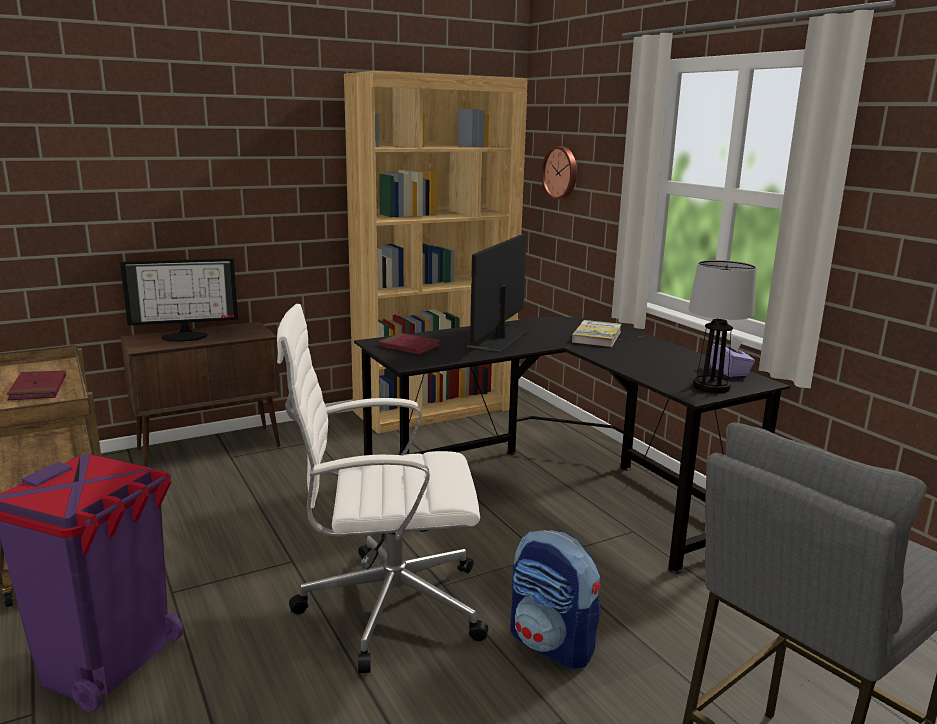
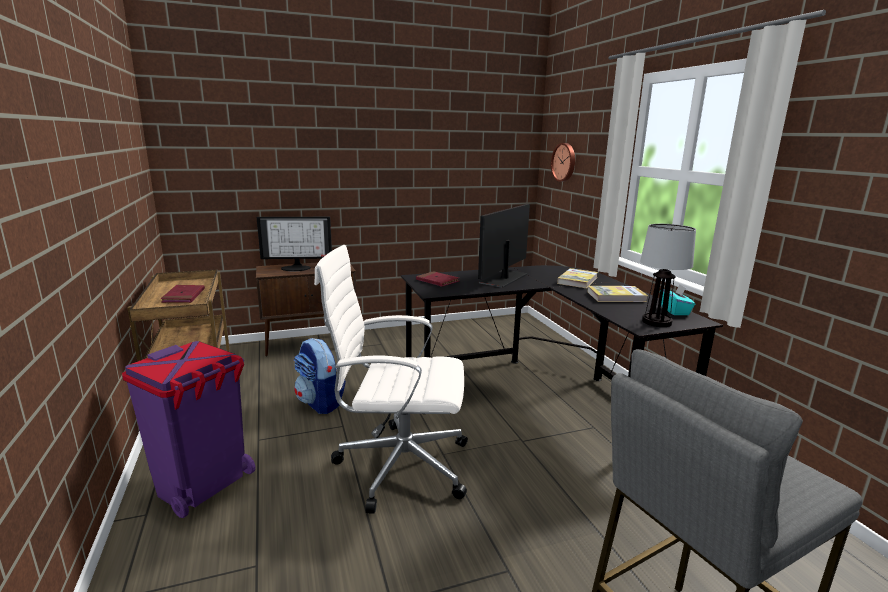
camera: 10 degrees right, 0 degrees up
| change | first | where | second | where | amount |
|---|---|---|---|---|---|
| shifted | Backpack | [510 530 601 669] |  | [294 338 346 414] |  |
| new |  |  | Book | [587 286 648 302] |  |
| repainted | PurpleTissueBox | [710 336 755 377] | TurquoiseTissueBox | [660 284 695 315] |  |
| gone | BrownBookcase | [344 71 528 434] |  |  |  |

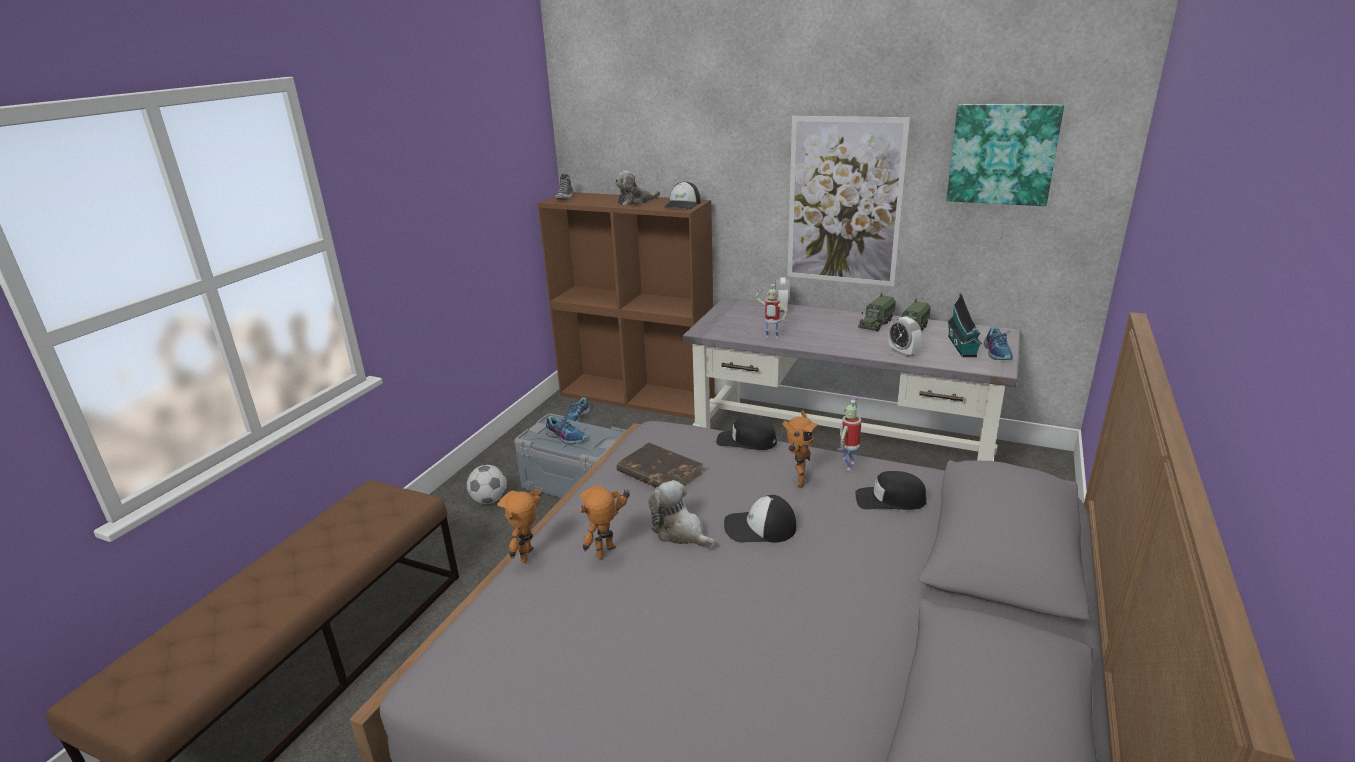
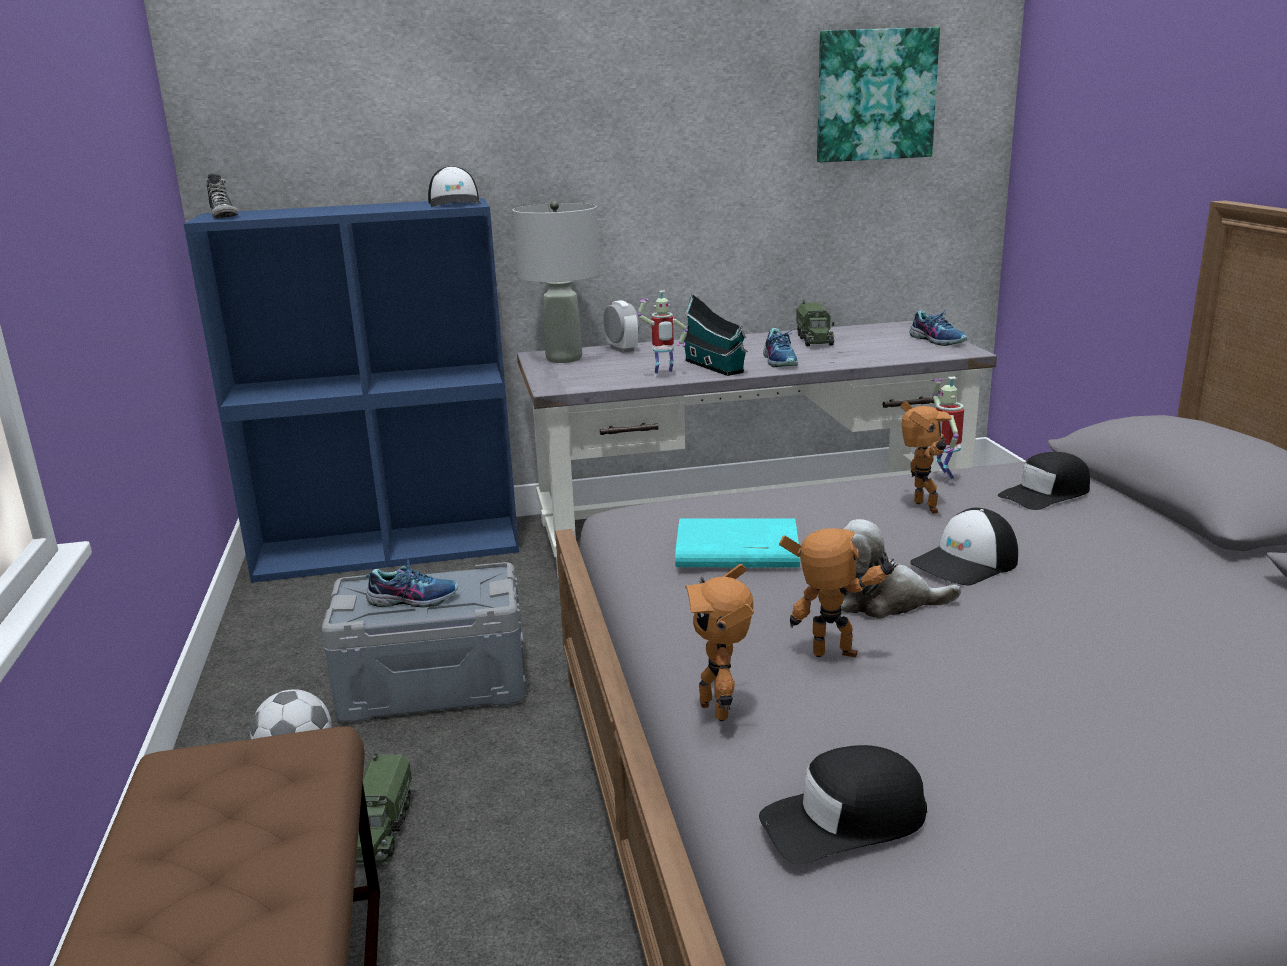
camera: 35 degrees left, 5 degrees down
| change | first | where | second | where | amount |
|---|---|---|---|---|---|
| repainted | BrownBookcase | [538 192 715 419] | BlueBookcase | [184 198 519 583] |  |
| shifted | ToyTruck | [858 293 896 331] |  | [356 751 413 863] |  |
| new |  |  | GreyTableLamp | [512 201 600 363] |  |
| repainted | BrownBook | [616 443 703 488] | TurquoiseBook | [675 518 800 568] |  |
| shifted | ToyHouse | [947 292 982 357] |  | [684 293 748 376] |  |
| shifted | BlackCap | [716 416 777 450] |  | [759 745 927 865] |  |
| shifted | Shoe | [565 397 590 422] |  | [763 328 798 367] |  |
| rotated | ToyRobot | [580 485 630 559] |  | [779 528 898 658] | 90 degrees clockwise |
| gone | PlushToy | [615 171 660 206] |  |  |  |
| gone | Picture | [788 116 910 286] |  |  |  |
| gone | AlarmClock | [889 317 922 357] |  |  |  |

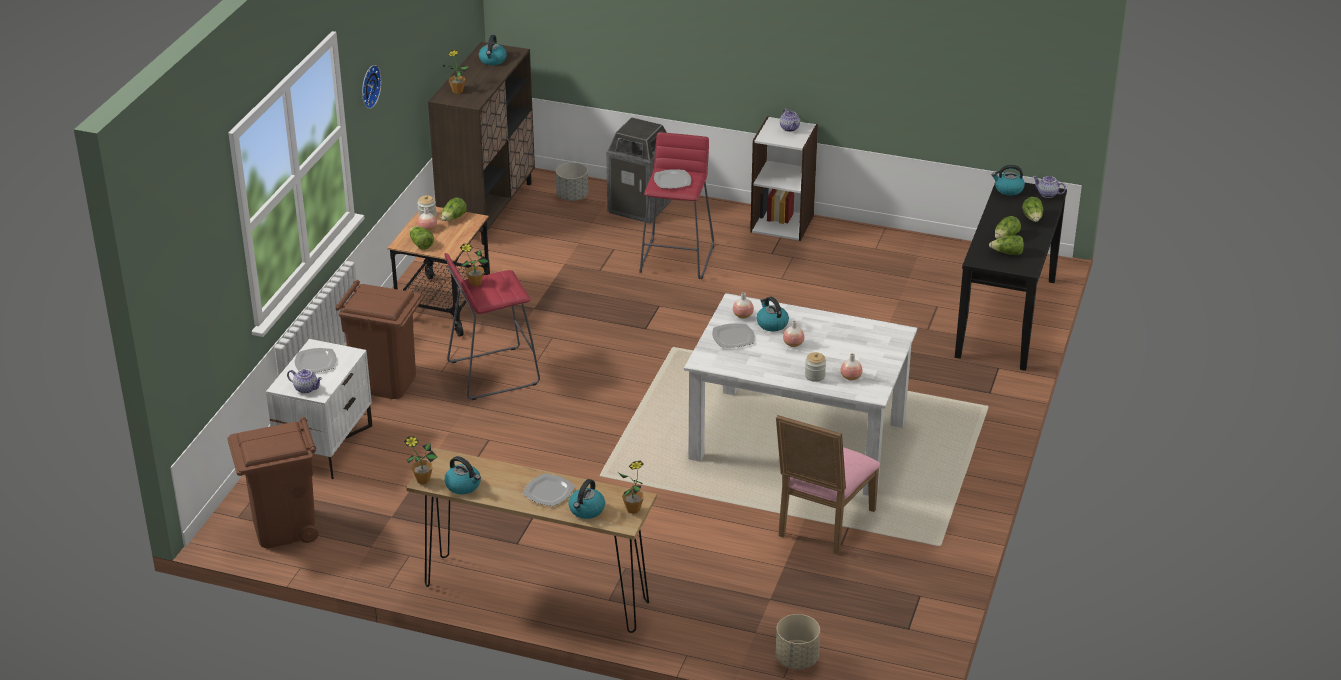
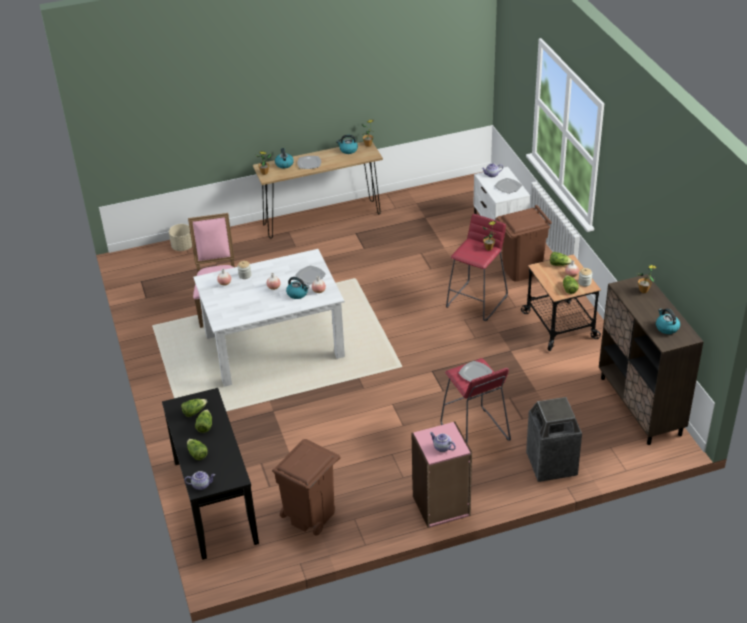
camera: 145 degrees right, 5 degrees up
| change | first | where | second | where | amount |
|---|---|---|---|---|---|
| shifted | BrownTrashCan | [227 417 318 548] |  | [272 439 340 536] |  |
| repainted | WhiteBookcase | [750 116 818 241] | PinkBookcase | [411 421 472 528] |  |
| gone | WallClock | [362 65 382 109] |  |  |  |
| gone | GreyPlanter | [556 162 588 201] |  |  |  |
| gone | Kettle | [992 165 1025 196] |  |  |  |

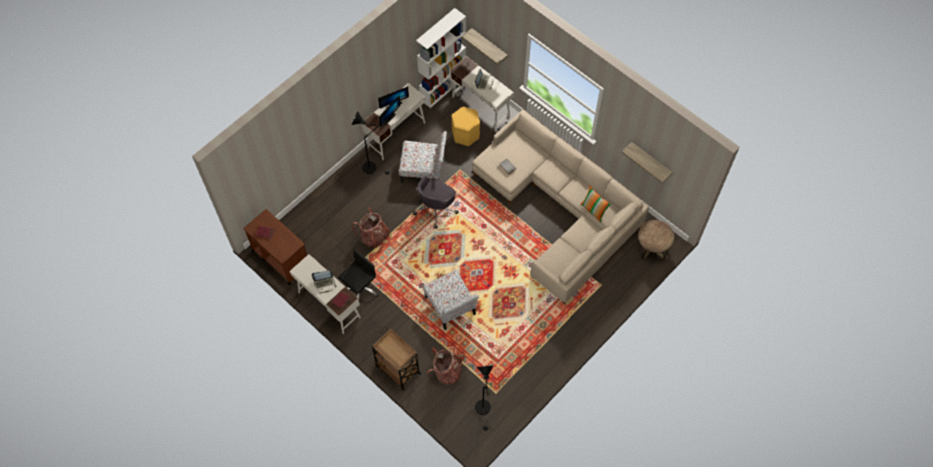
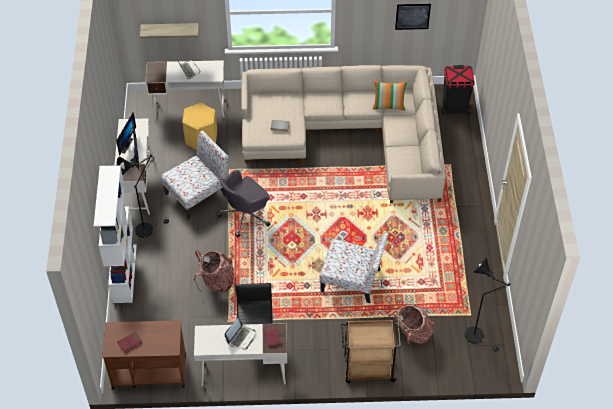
camera: 45 degrees left, 10 degrees down
| change | first | where | second | where | amount |
|---|---|---|---|---|---|
| shifted | WhiteBookcase | [416 8 466 108] |  | [94 165 137 303] |  |
| rotated | GreyOfficeChair | [413 176 459 229] |  | [216 170 270 237] | 60 degrees clockwise |
| swapped | Shelf | [622 142 673 184] | Picture | [395 4 431 30] |  |
| swapped | BrownSideTable | [638 220 674 260] | BlackTrashCan | [442 65 475 115] |  |

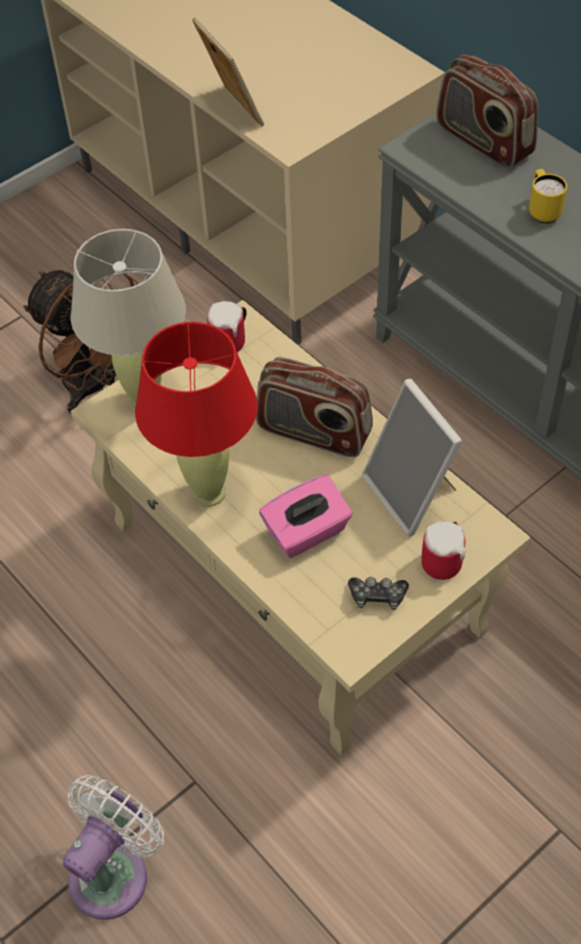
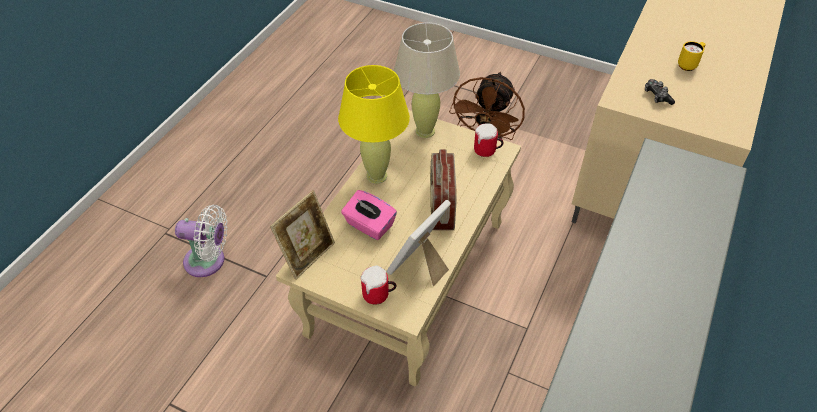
camera: 65 degrees right, 5 degrees down
| change | first | where | second | where | amount |
|---|---|---|---|---|---|
| shifted | PictureFrame | [192 18 264 126] |  | [270 190 335 279] |  |
| repainted | RedTableLamp | [135 322 258 507] | YellowTableLamp | [338 65 410 184] |  |
| shifted | GameController | [348 577 409 610] |  | [645 79 675 105] |  |
| shifted | YellowMug | [529 169 567 223] |  | [678 41 706 71] |  |
| gone | Radio | [436 55 538 168] |  |  |  |

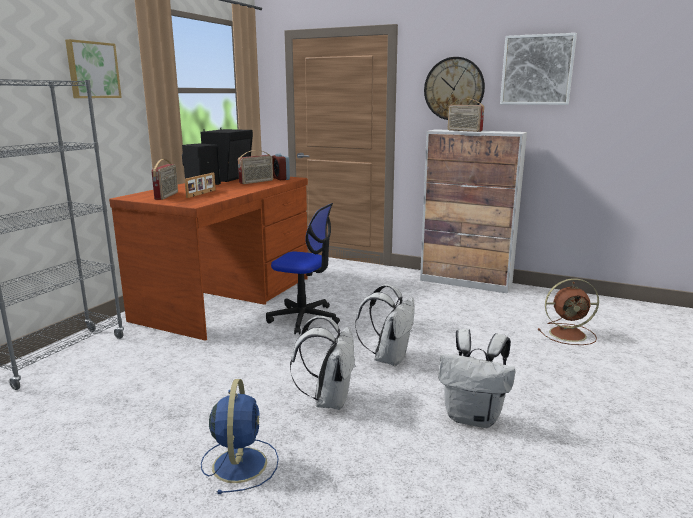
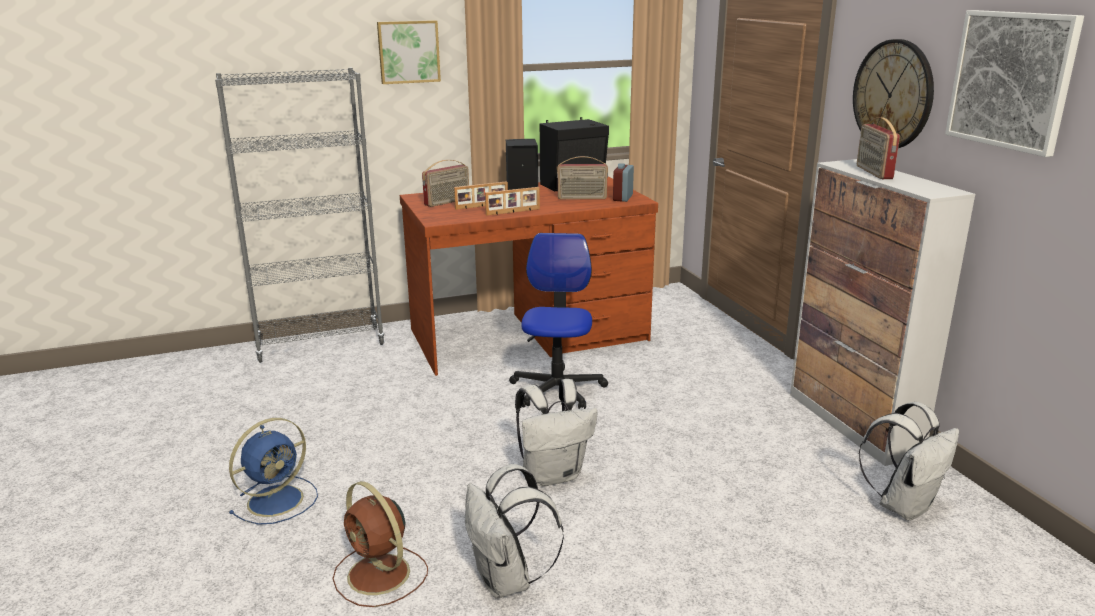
camera: 45 degrees right, 5 degrees up
| change | first | where | second | where | amount |
|---|---|---|---|---|---|
| shifted | BrownFan | [538 278 599 345] |  | [333 481 428 607] |  |
| new |  |  | PictureFrame | [485 187 540 216] |  |
| rotated | OfficeChair | [266 203 340 334] |  | [509 233 608 409] | 150 degrees counterclockwise |
| shifted | WhiteBackpack | [290 316 356 410] |  | [859 402 959 521] |  |

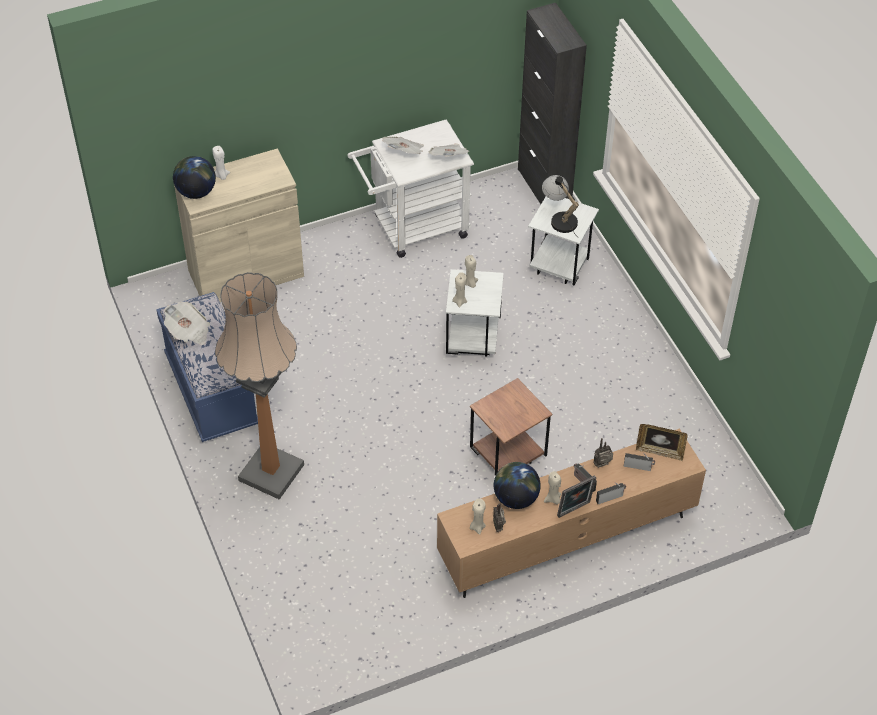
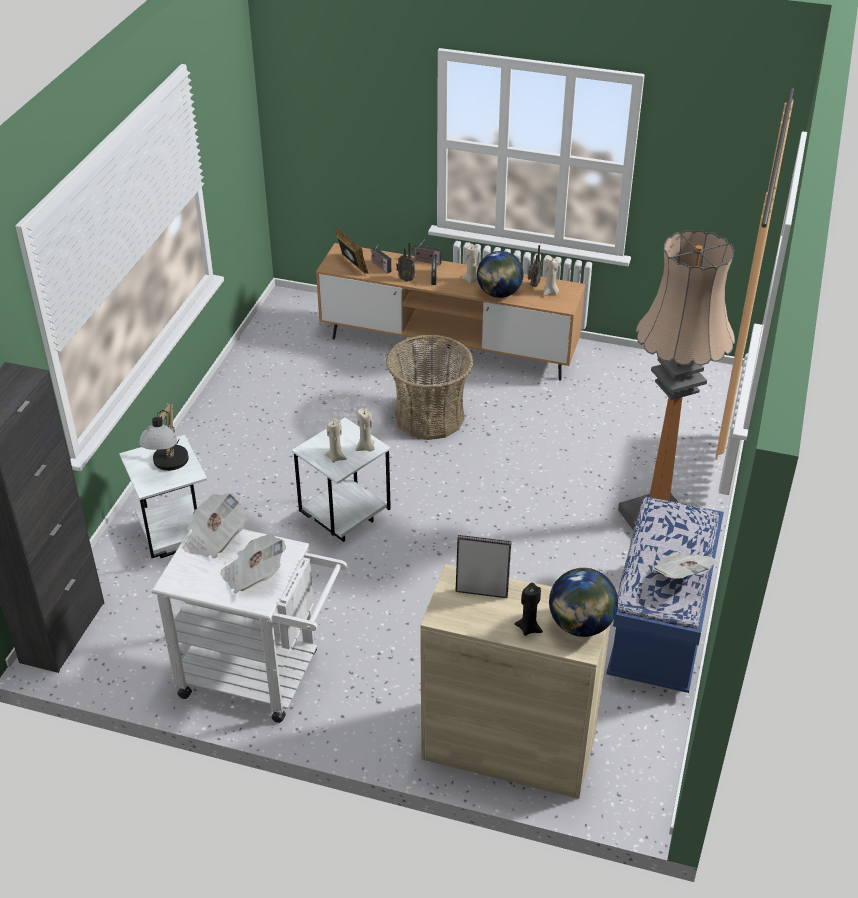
camera: 140 degrees left, 10 degrees down
| change | first | where | second | where | amount |
|---|---|---|---|---|---|
| swapped | BrownSideTable | [470 378 552 475] | Basket | [386 334 473 440] |  |
| shifted | PictureFrame | [557 475 596 518] |  | [455 535 512 598] |  |
| repainted | WhiteCandle | [212 146 230 180] | BlackCandle | [514 583 543 636] |  |

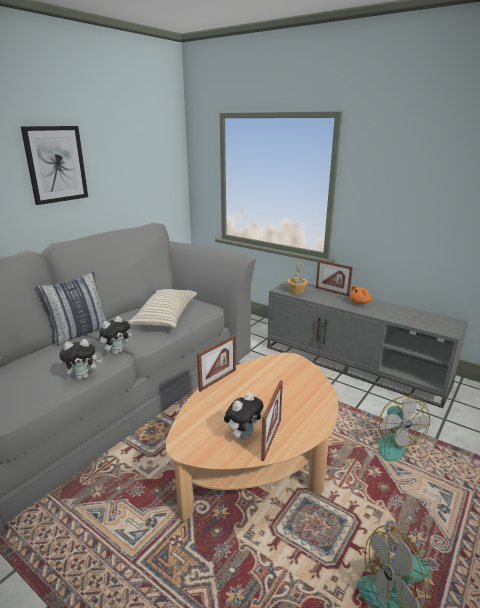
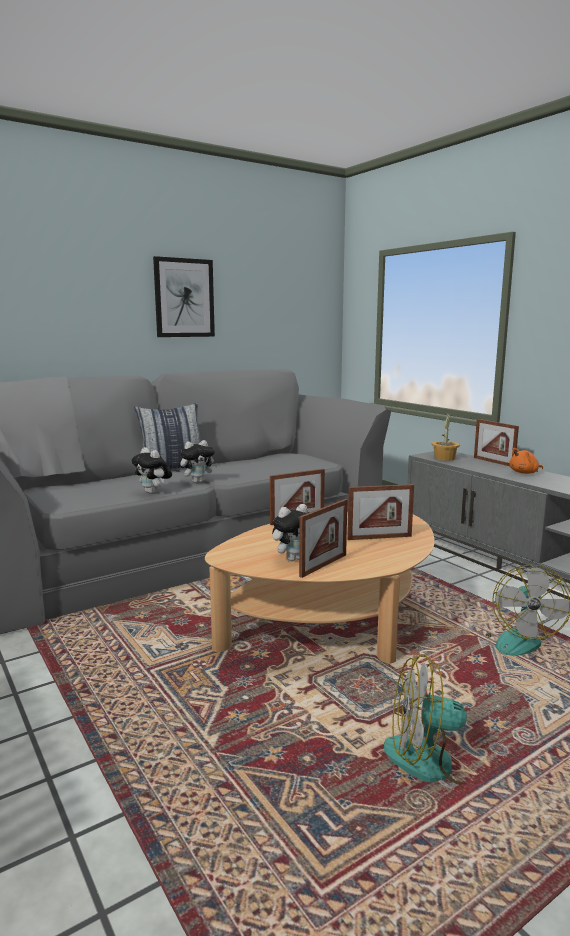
camera: 20 degrees right, 10 degrees down
| change | first | where | second | where | amount |
|---|---|---|---|---|---|
| rotated | PlushToy | [59 339 102 380] |  | [131 447 172 494] | 45 degrees clockwise |
| new |  |  | PictureFrame | [347 484 414 540] |  |
| gone | Pillow | [128 289 197 328] |  |  |  |

